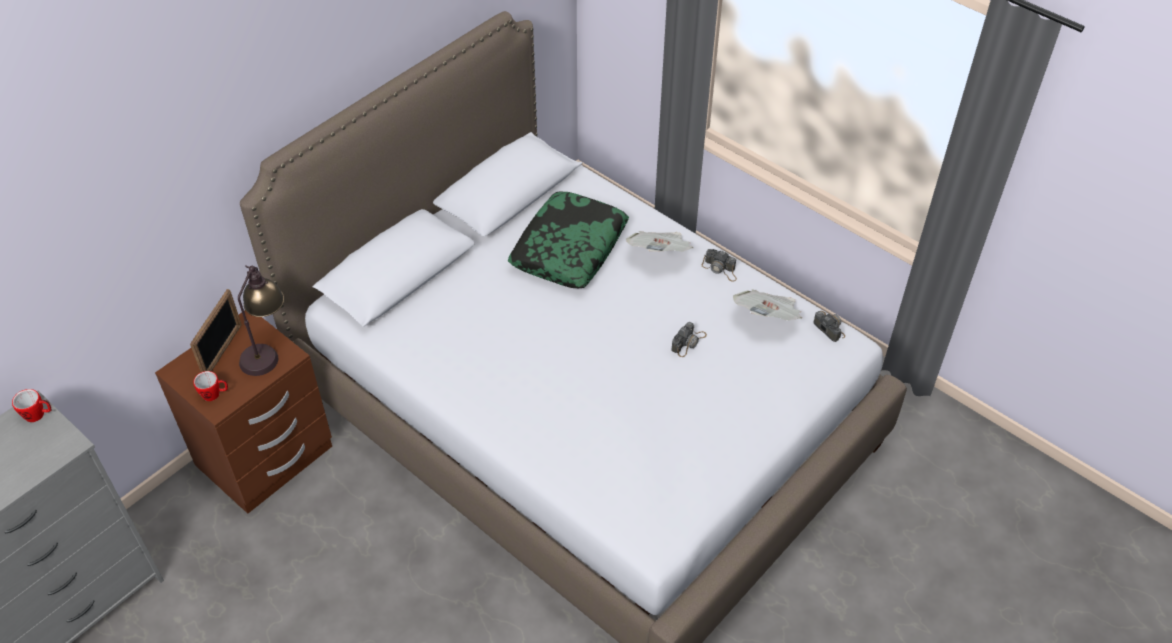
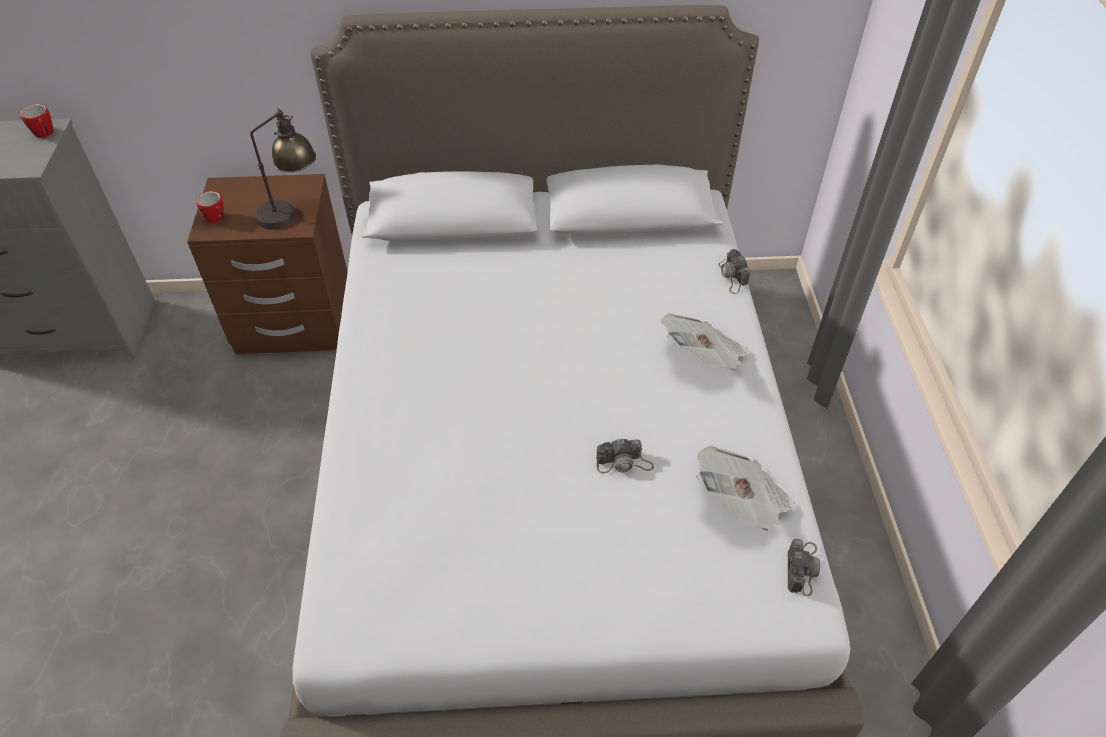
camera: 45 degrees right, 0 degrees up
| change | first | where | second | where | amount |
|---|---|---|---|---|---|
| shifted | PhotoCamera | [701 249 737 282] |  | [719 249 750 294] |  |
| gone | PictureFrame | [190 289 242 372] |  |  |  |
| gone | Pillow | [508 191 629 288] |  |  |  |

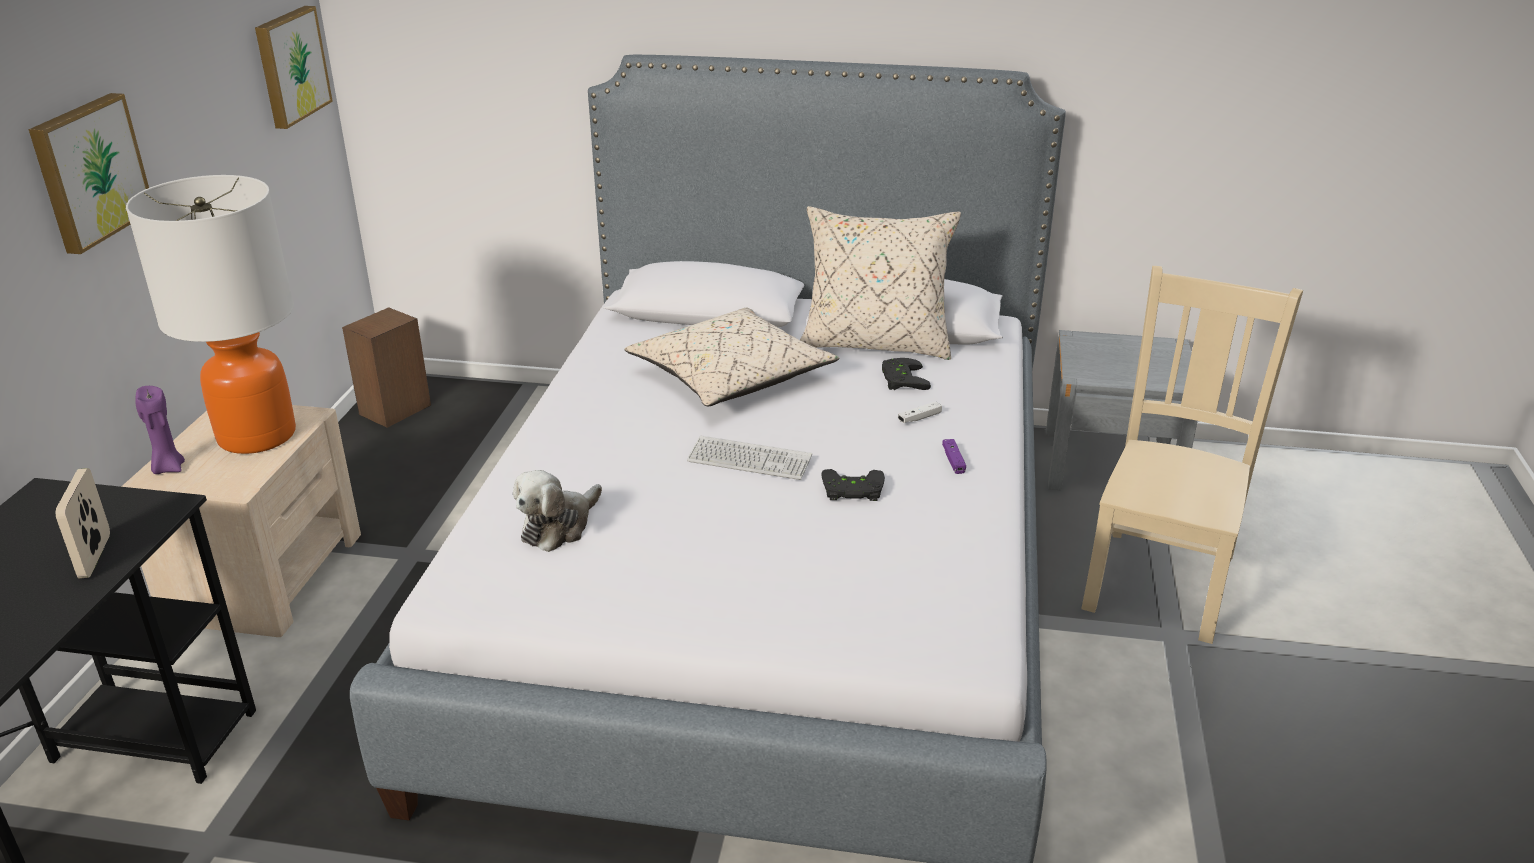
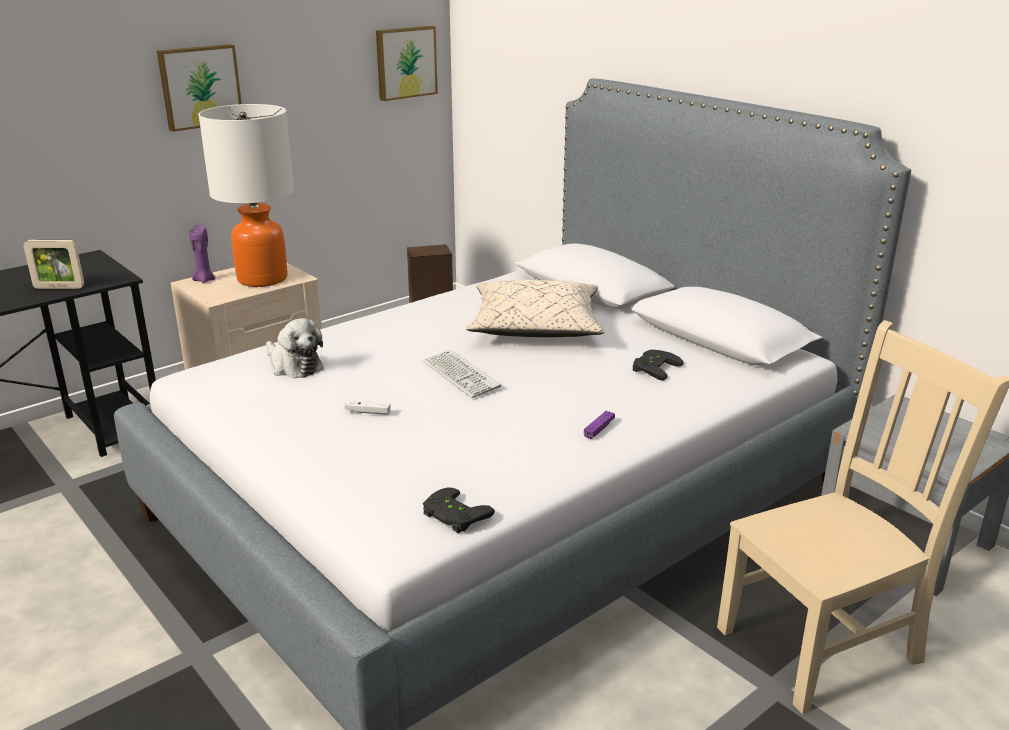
camera: 40 degrees right, 5 degrees down
| change | first | where | second | where | amount |
|---|---|---|---|---|---|
| rotated | PictureFrame | [56 468 110 579] |  | [23 240 84 289] | 120 degrees counterclockwise |
| rotated | PlushToy | [513 470 602 552] |  | [266 318 324 378] | 120 degrees counterclockwise |
| shifted | WhiteGameController | [898 401 942 423] |  | [345 400 390 415] |  |
| shifted | BlackGameController | [822 469 885 501] |  | [423 488 495 533] |  |
| gone | BeigePillow | [800 206 961 360] |  |  |  |

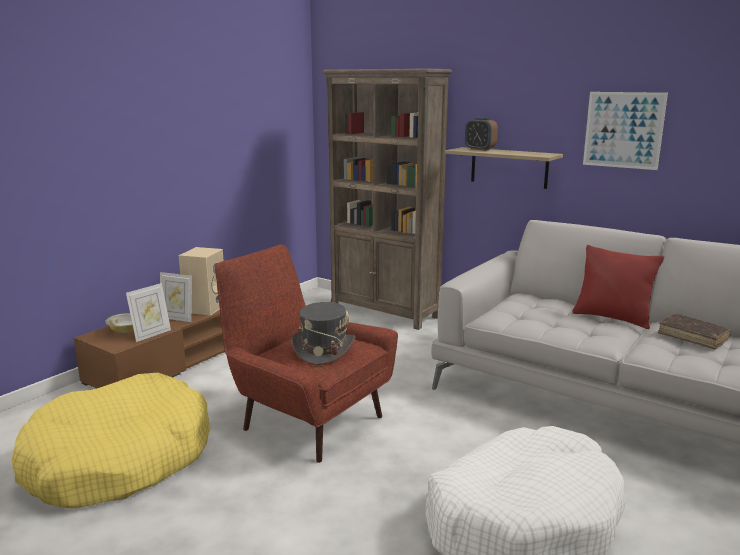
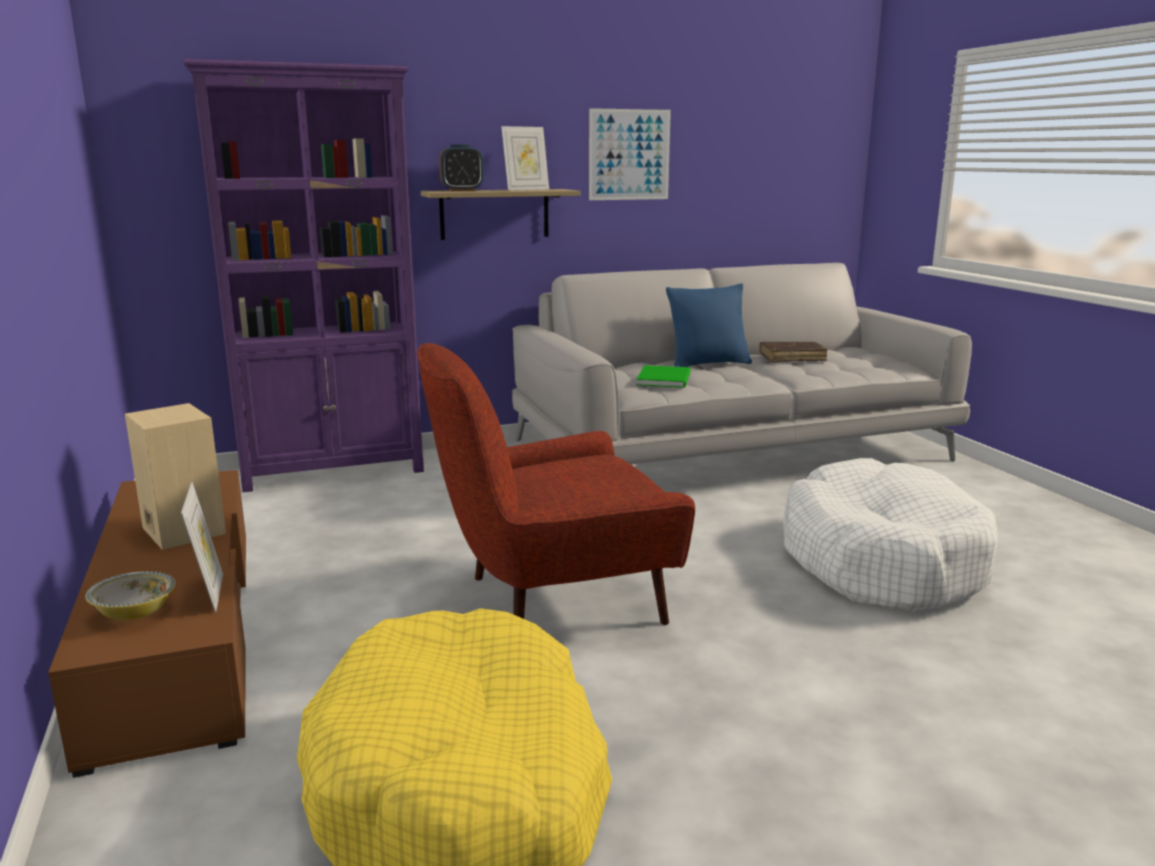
camera: 55 degrees left, 0 degrees up
| change | first | where | second | where | amount |
|---|---|---|---|---|---|
| repainted | BrownBookcase | [322 69 452 330] | PurpleBookcase | [183 59 424 492] |  |
| shifted | PictureFrame | [160 272 192 322] |  | [501 126 549 191] |  |
| new |  |  | GreenBook | [636 365 691 388] |  |
| repainted | RedPillow | [572 245 664 329] | BluePillow | [666 283 752 367] |  |
| gone | GreyHat | [292 302 355 365] |  |  |  |

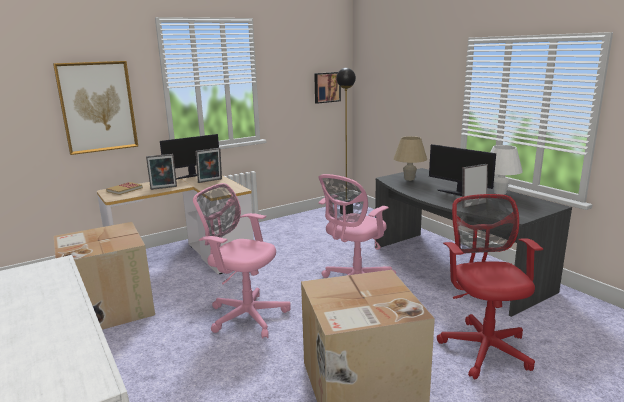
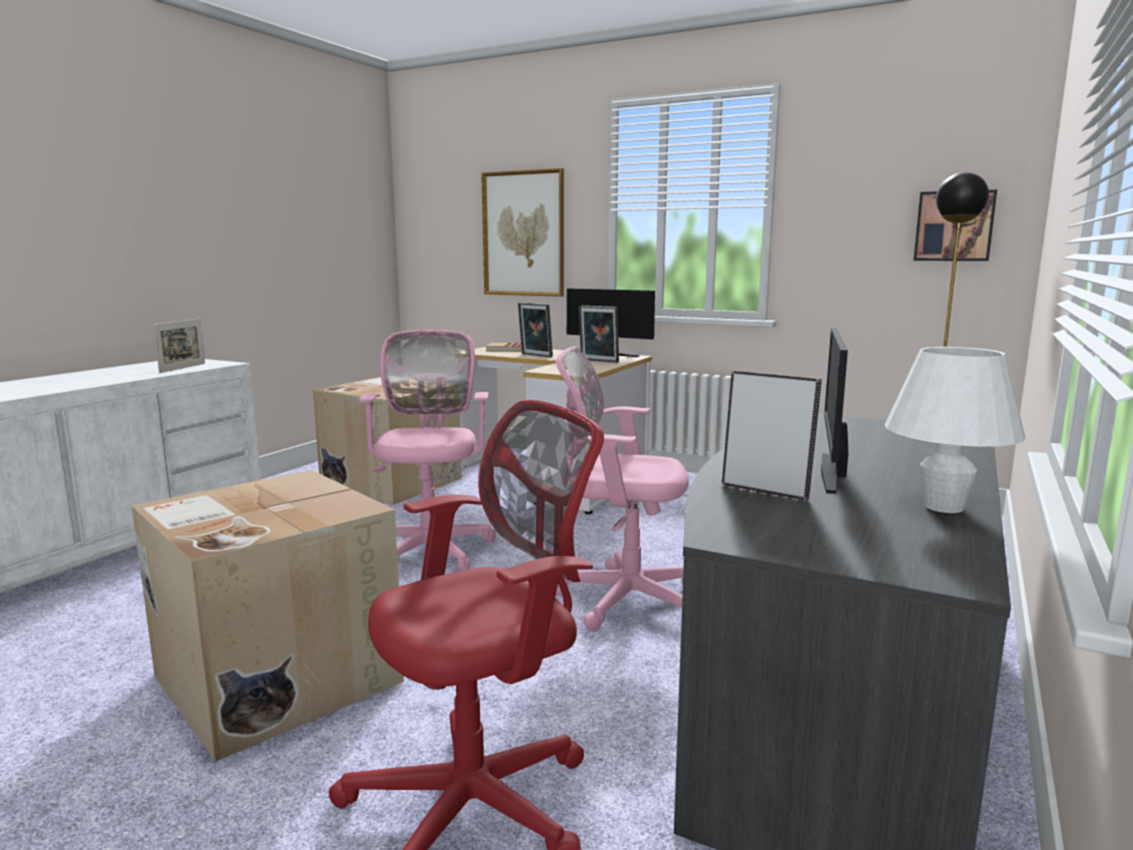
camera: 60 degrees right, 5 degrees down
| change | first | where | second | where | amount |
|---|---|---|---|---|---|
| new |  |  | PictureFrame | [153 319 205 373] |  |
| gone | BeigeTableLamp | [393 136 427 181] |  |  |  |

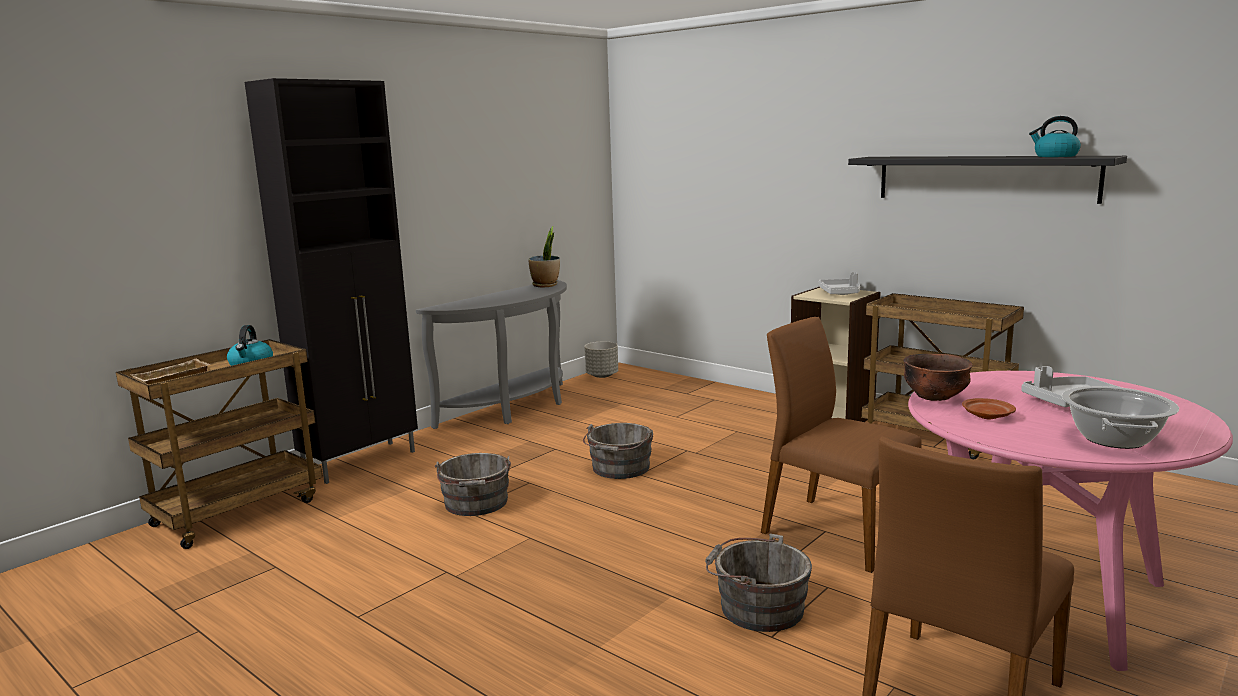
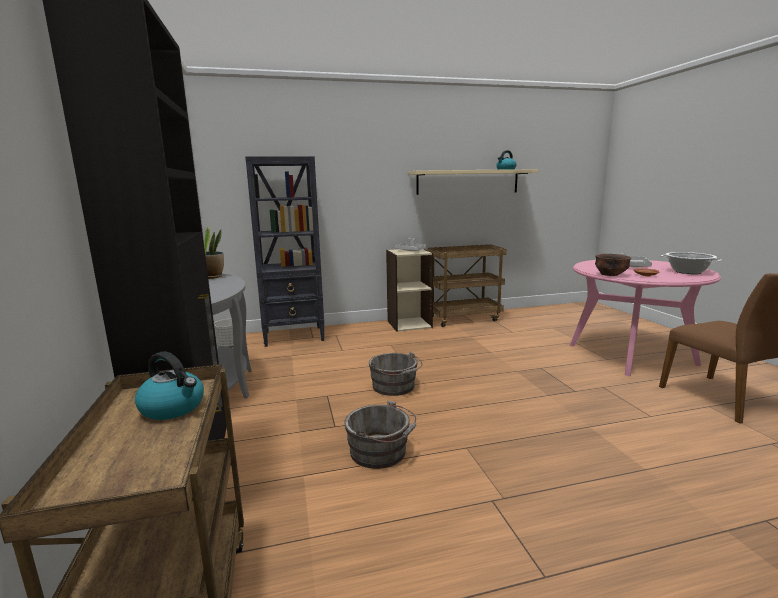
camera: 55 degrees left, 0 degrees up
| change | first | where | second | where | amount |
|---|---|---|---|---|---|
| new |  |  | BlackBookcase | [245 156 325 347] |  |
| repainted | BlackShelf | [848 156 1127 204] | BeigeShelf | [408 169 538 195] |  |
| gone | BeigeTray | [131 359 210 384] |  |  |  |
| gone | GreyBucket | [705 534 812 632] |  |  |  |
| gone | BrownChair | [761 317 922 573] |  |  |  |

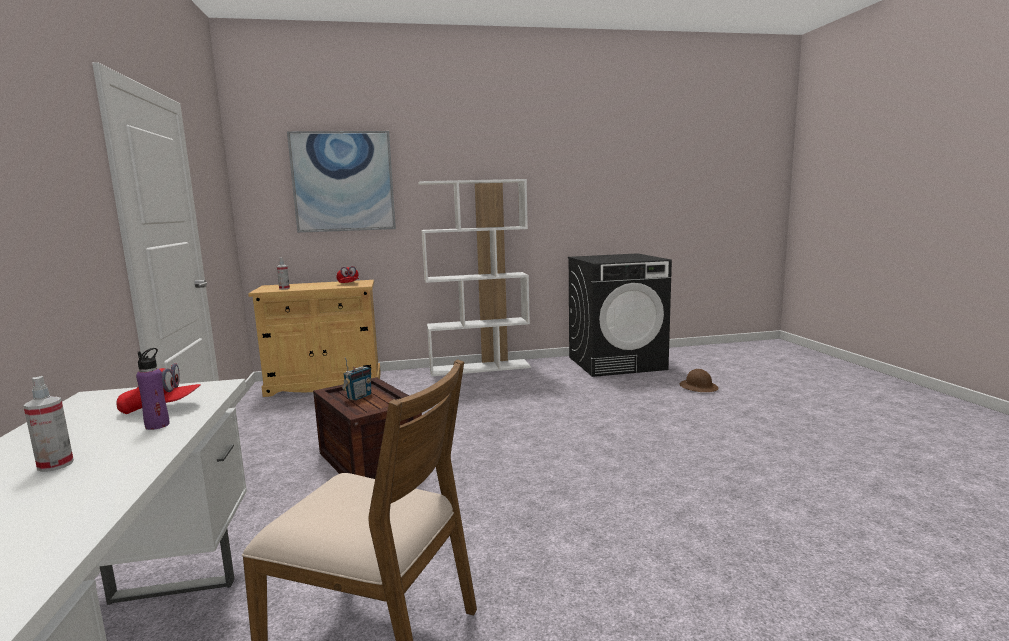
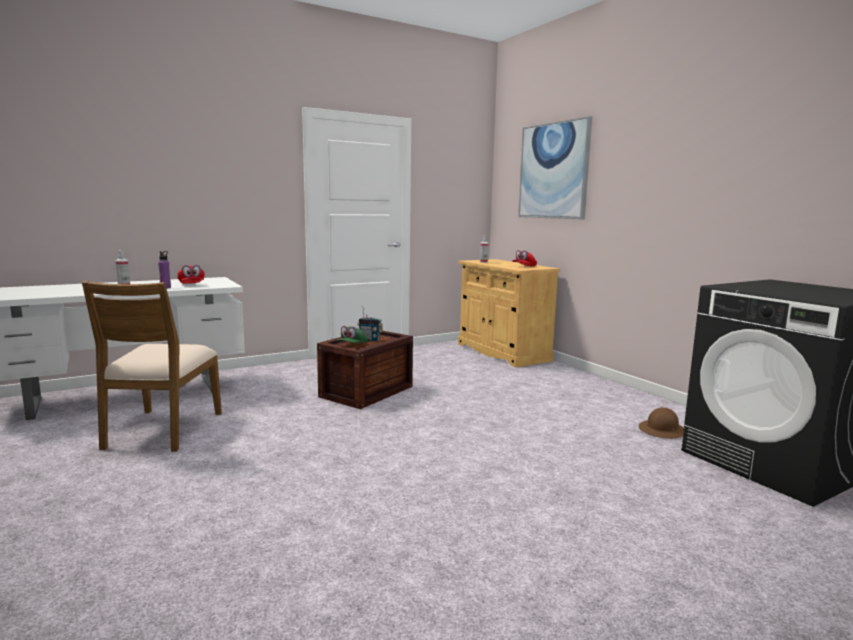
camera: 70 degrees right, 0 degrees up
| change | first | where | second | where | amount |
|---|---|---|---|---|---|
| new |  |  | GreenCap | [337 326 367 343] |  |
| shifted | BrownHardHat | [680 369 719 392] |  | [639 407 684 439] |  |
| gone | WhiteBookcase | [419 179 531 376] |  |  |  |

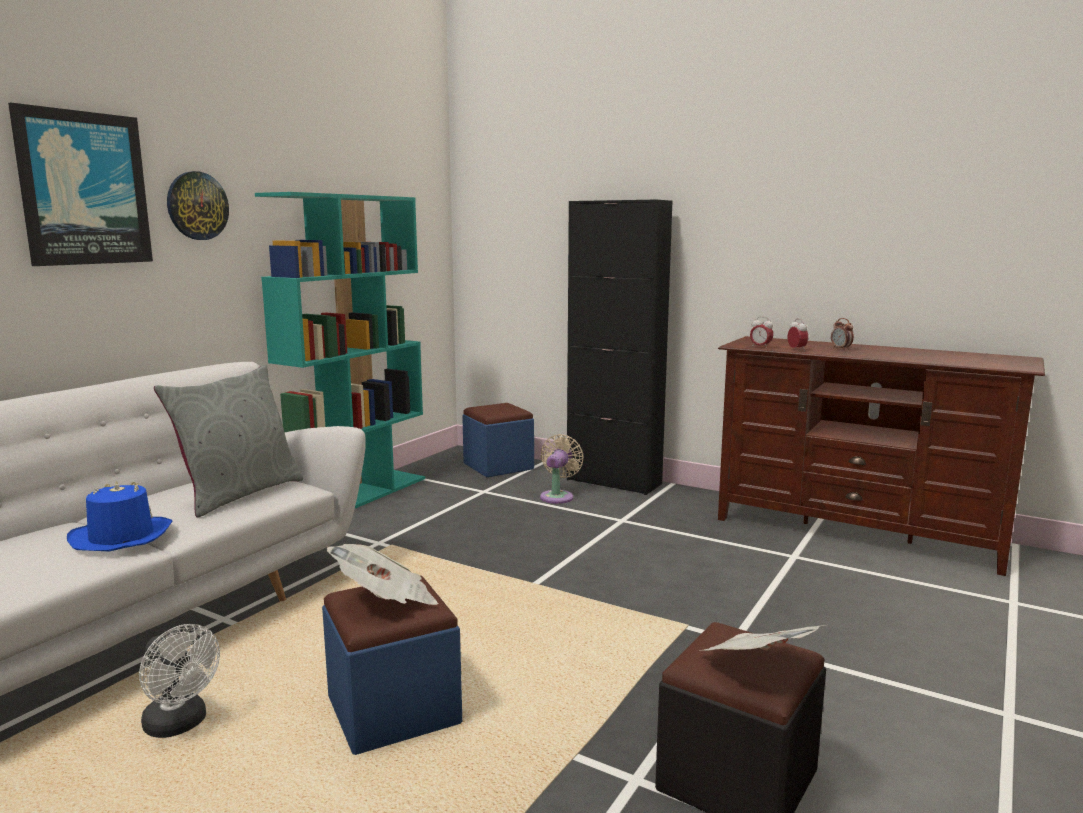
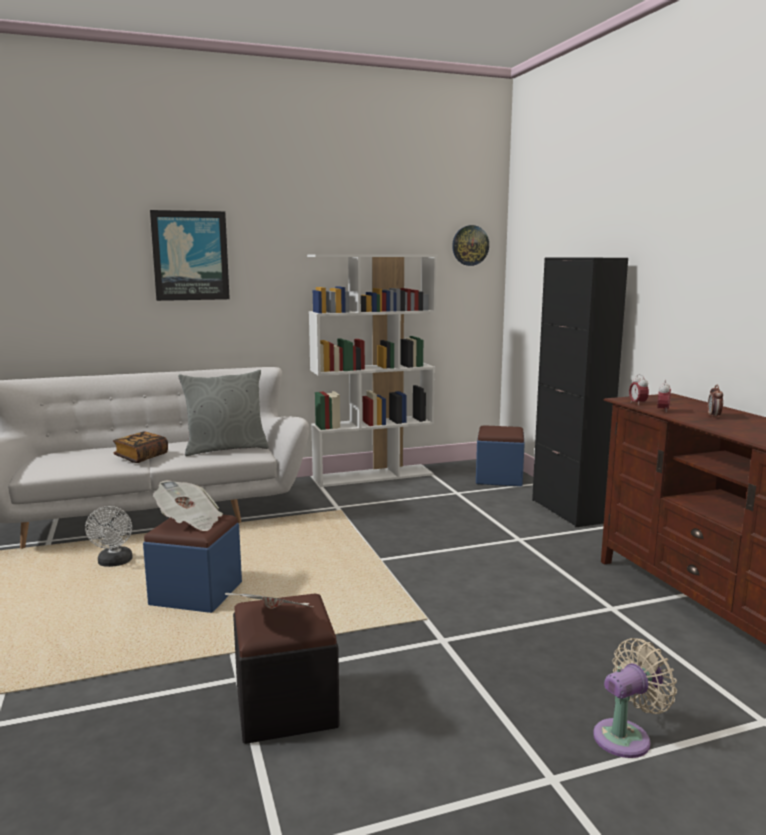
camera: 40 degrees right, 0 degrees up
| change | first | where | second | where | amount |
|---|---|---|---|---|---|
| swapped | BlueHat | [67 481 173 552] | Book | [113 431 168 463] |  |
| repainted | TurquoiseBookcase | [255 192 425 508] | WhiteBookcase | [307 254 437 487] |  |
| shifted | WallClock | [167 171 229 240] |  | [452 225 489 266] |  |
| shifted | BeigeFan | [540 434 584 504] |  | [593 638 677 758] |  |

